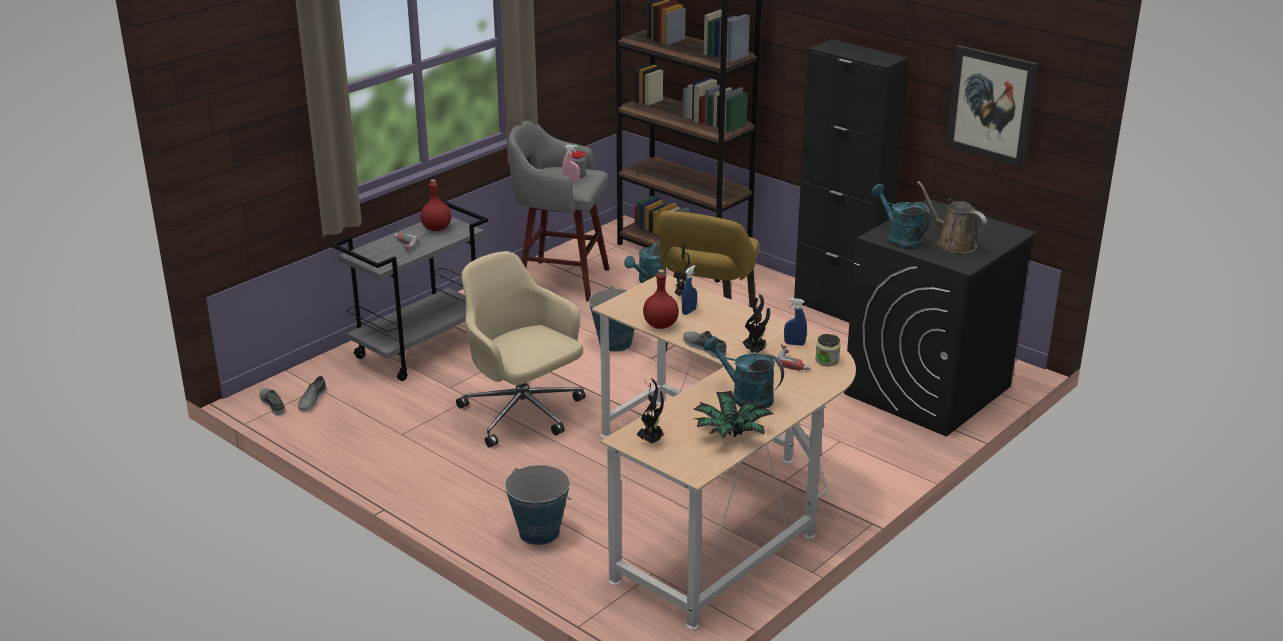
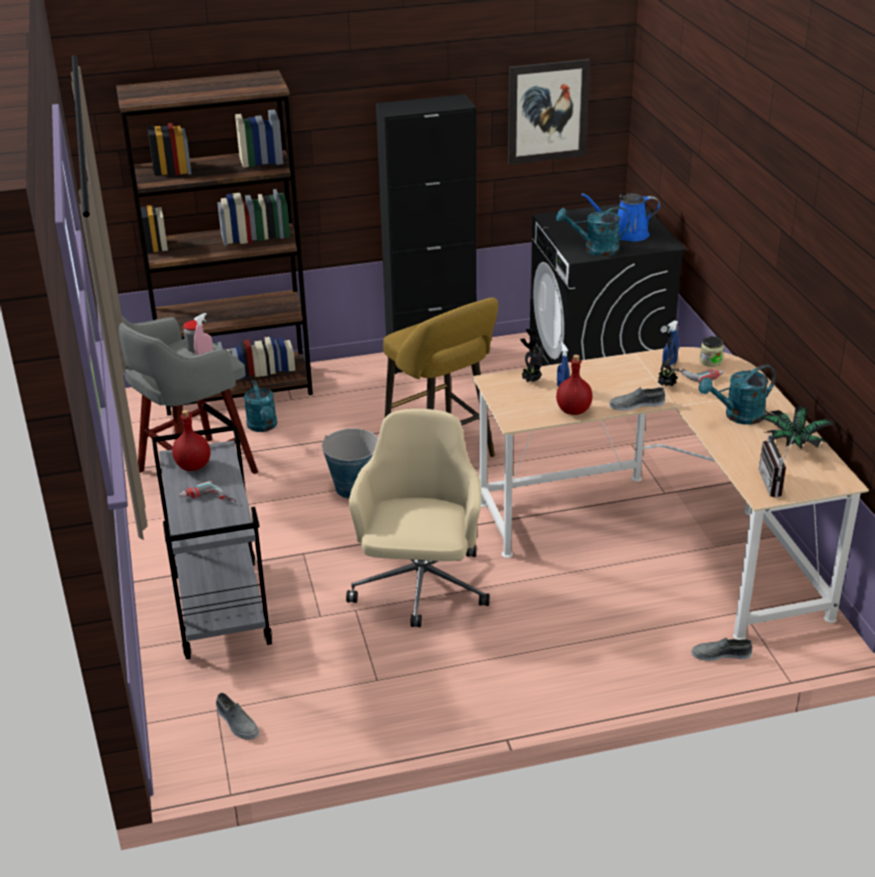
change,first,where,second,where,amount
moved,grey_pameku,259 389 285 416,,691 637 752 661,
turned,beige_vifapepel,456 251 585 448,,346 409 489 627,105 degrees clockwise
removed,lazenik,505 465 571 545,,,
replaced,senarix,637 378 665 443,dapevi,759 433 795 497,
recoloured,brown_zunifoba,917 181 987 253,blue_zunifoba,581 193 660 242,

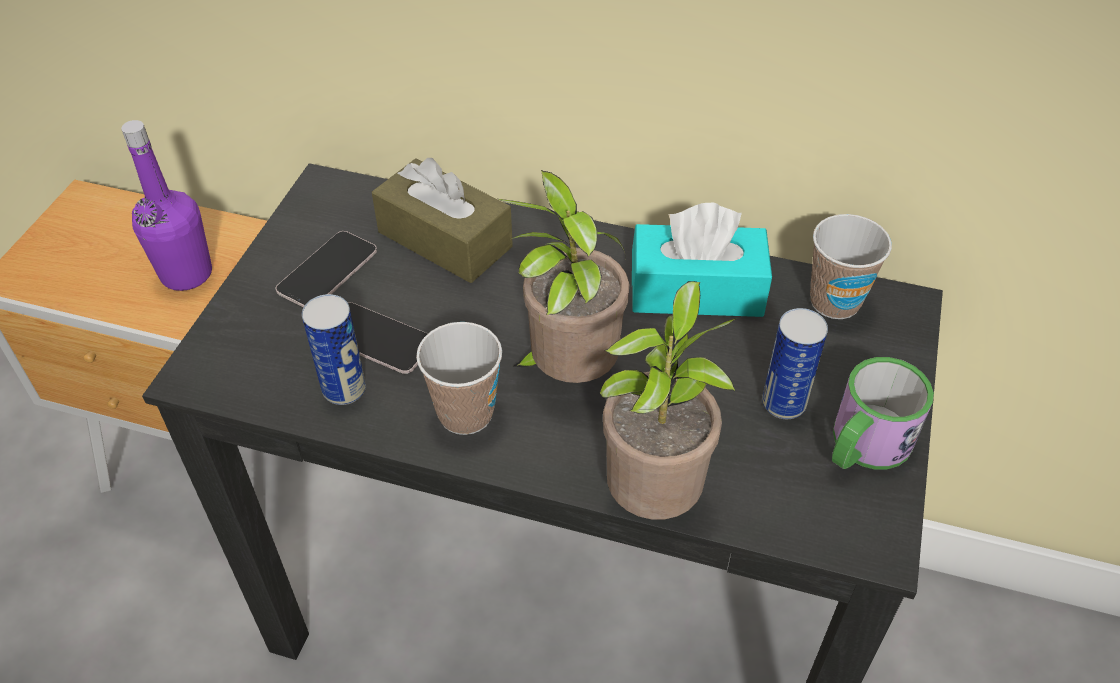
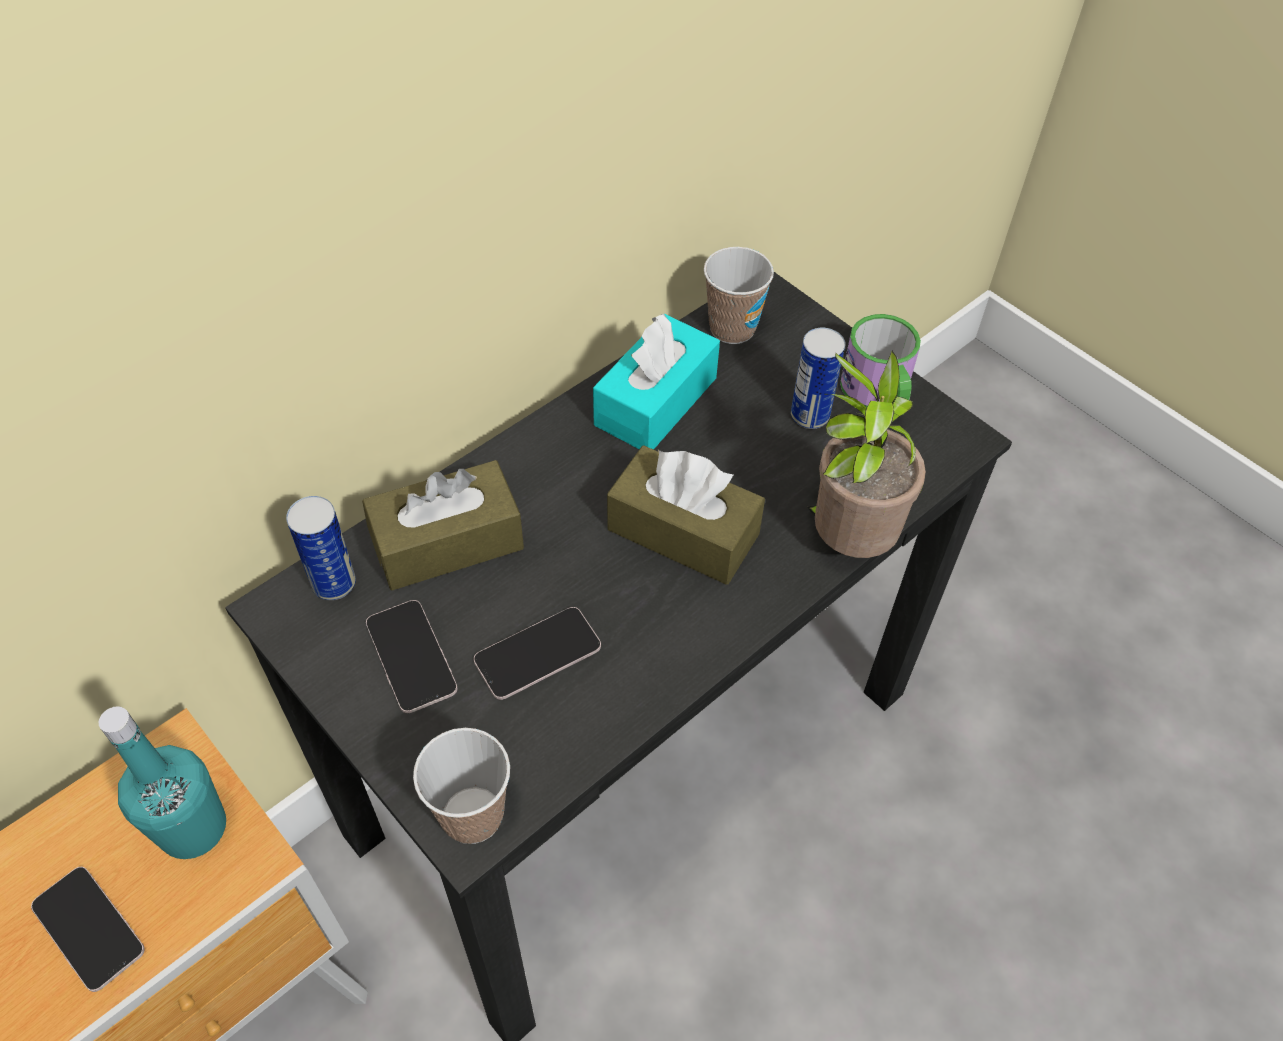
change,first,where,second,where,amount
recoloured,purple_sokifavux,121 120 212 291,turquoise_sokifavux,99 706 226 859,
moved,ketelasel,302 294 366 405,,286 496 356 600,
moved,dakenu,416 322 502 435,,413 728 510 844,
replaced,senarix,496 170 629 383,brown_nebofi,607 446 765 585,
added,,,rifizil,31 867 145 992,

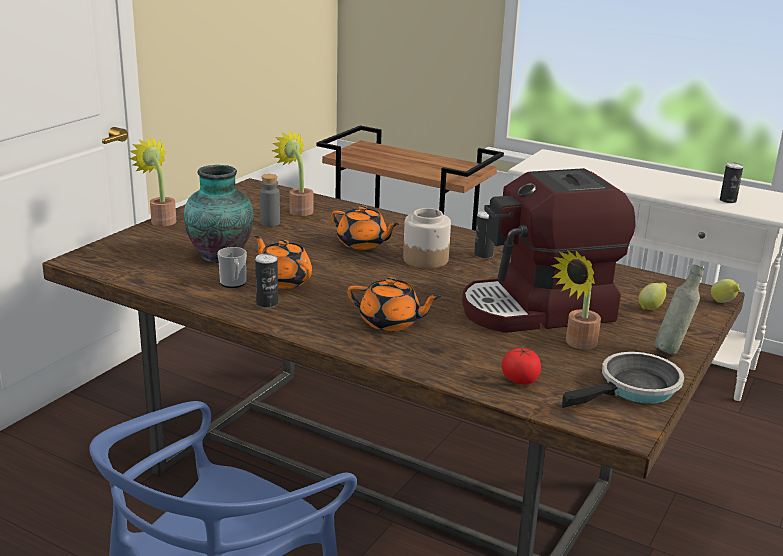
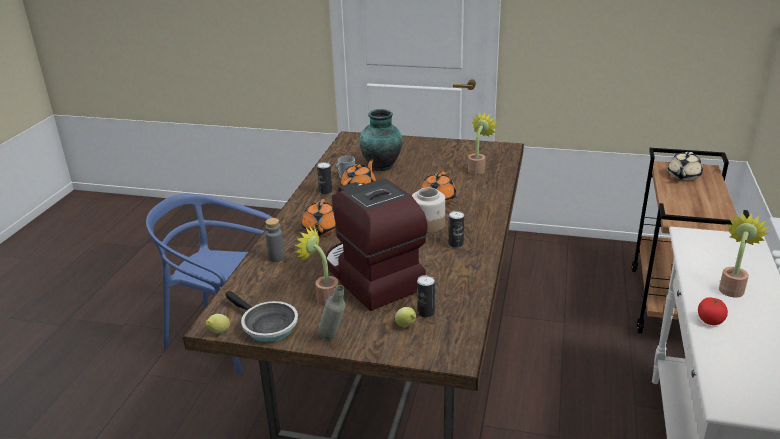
change,first,where,second,where,amount
moved,senarix,128 137 176 226,,719 212 769 298,
moved,grey_sokifavux,260 174 280 227,,265 218 285 262,
moved,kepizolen,502 347 541 384,,698 297 728 325,
moved,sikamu,711 279 740 303,,206 314 230 333,
moved,ketelasel,720 163 743 203,,417 275 435 318,
added,,,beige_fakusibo,668 152 703 181,

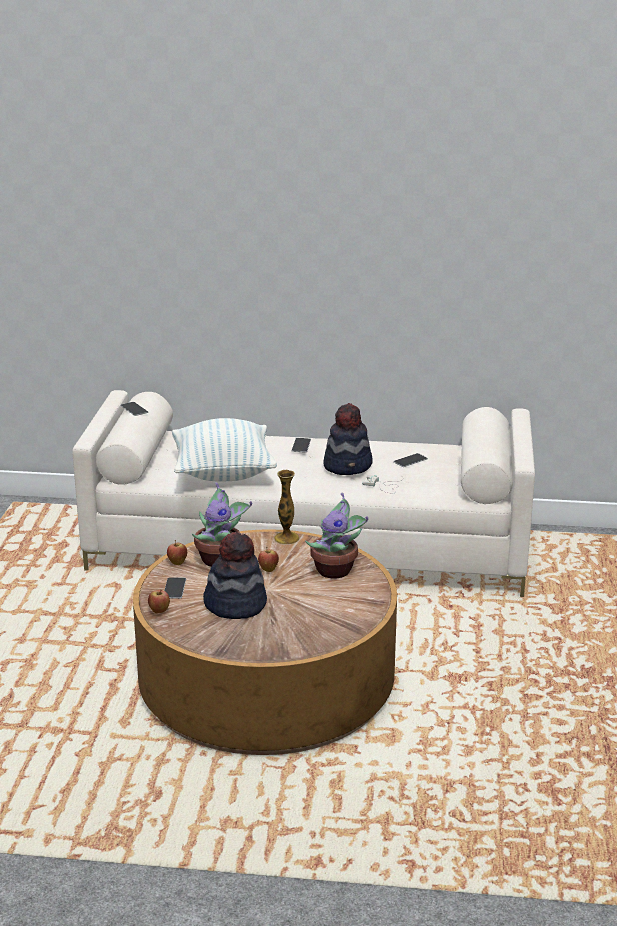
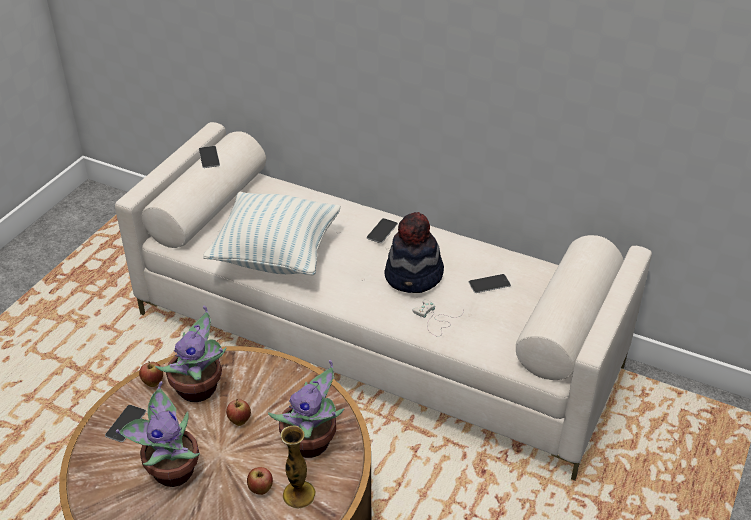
change,first,where,second,where,amount
moved,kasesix,148 589 170 614,,247 467 273 495,
replaced,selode,203 532 267 619,senarix,116 381 200 487,
moved,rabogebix,274 470 299 545,,280 426 316 509,

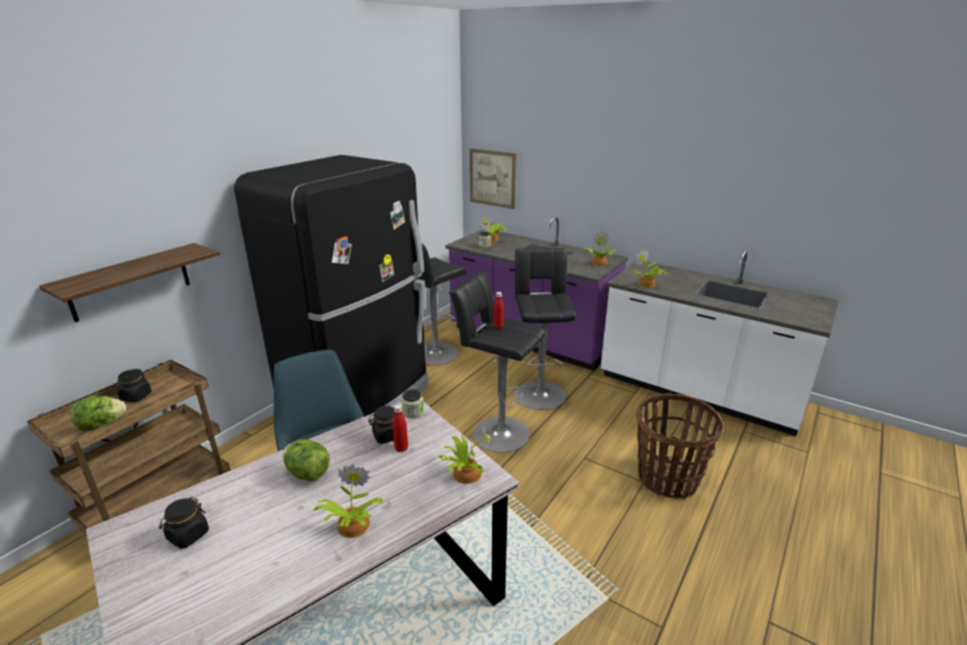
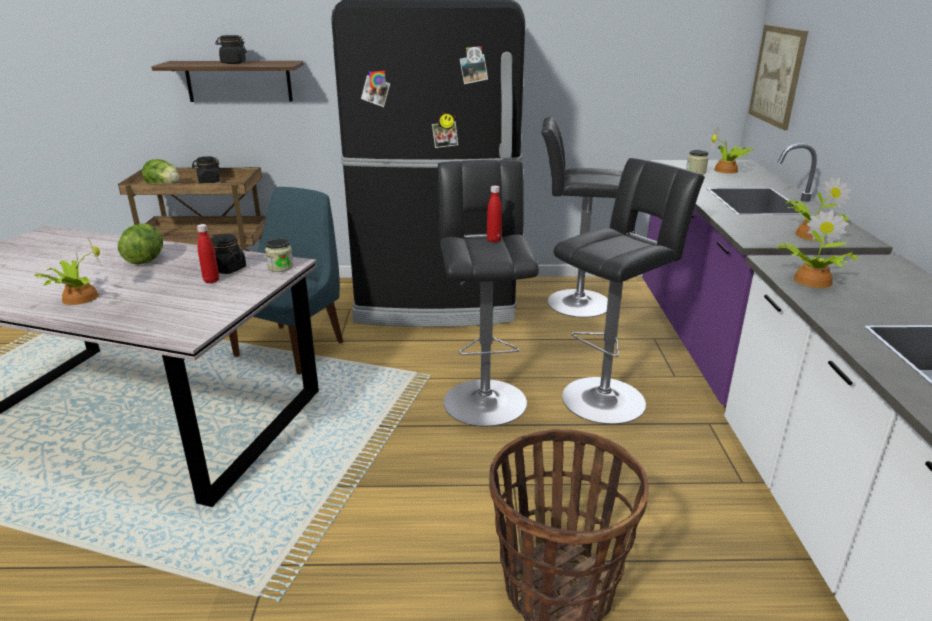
change,first,where,second,where,amount
moved,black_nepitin,159 497 209 549,,215 35 247 64,
removed,senarix,439 425 491 484,,,

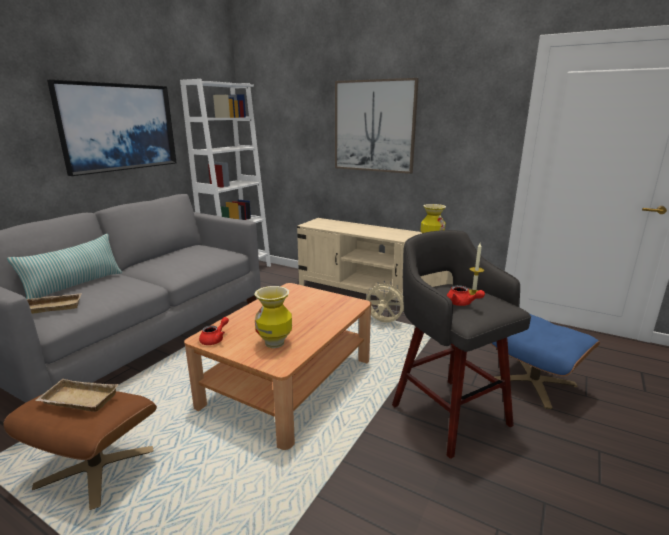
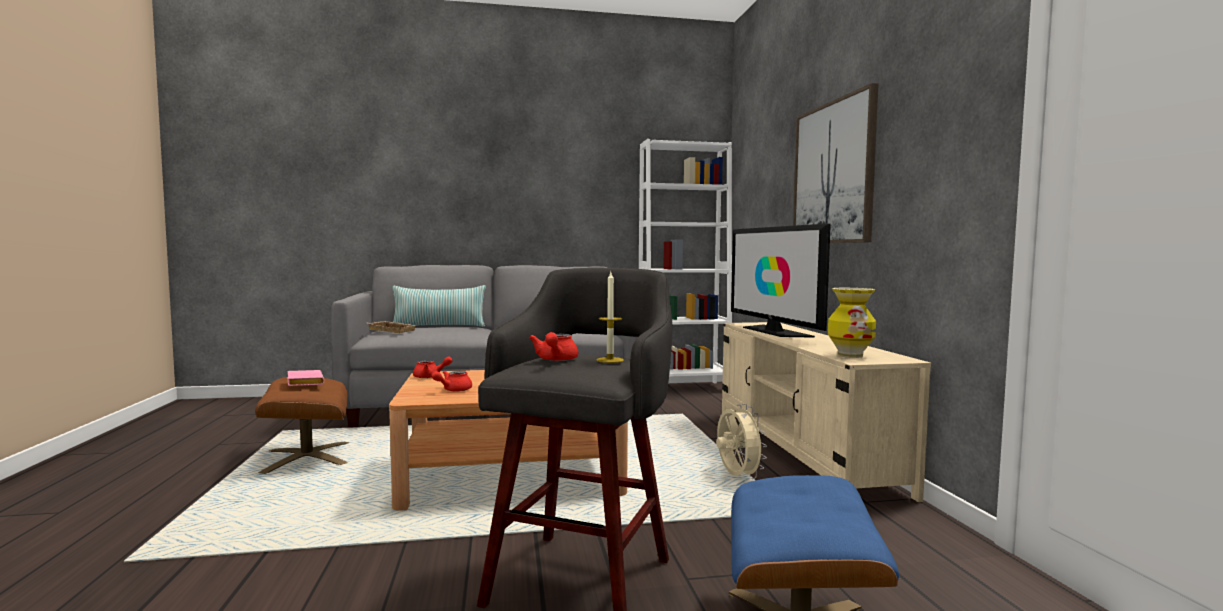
change,first,where,second,where,amount
replaced,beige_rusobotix,35 379 119 412,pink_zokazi,287 370 324 386,
removed,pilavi,47 79 177 176,,,
replaced,rabogebix,254 286 292 348,red_fakusibo,432 371 472 392,
added,,,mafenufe,731 223 831 338,

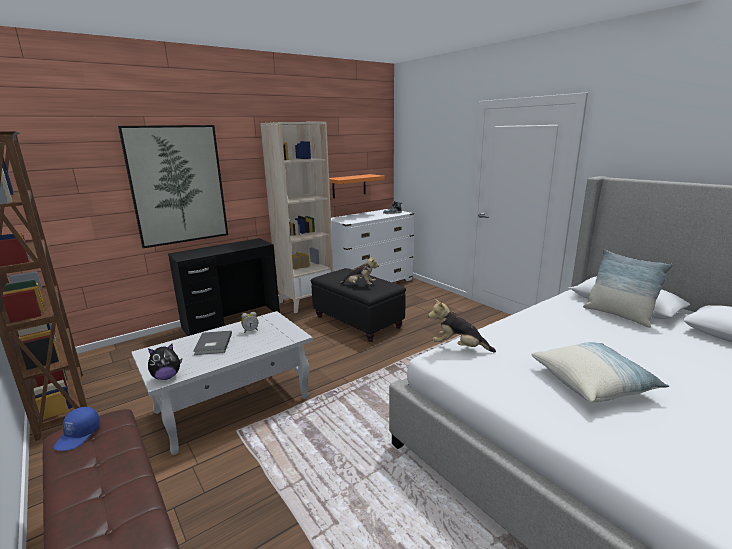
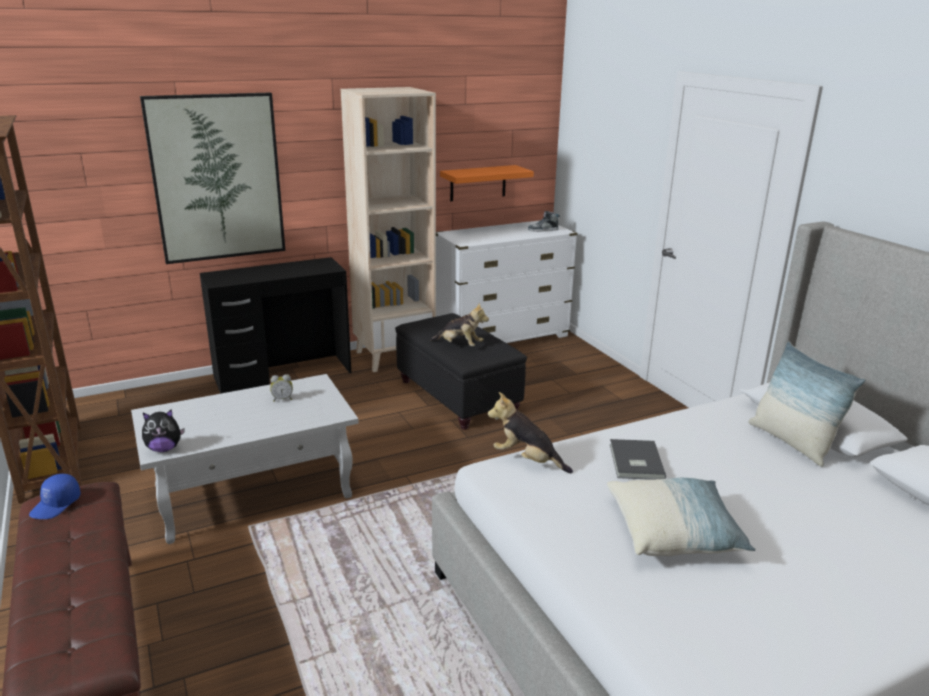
change,first,where,second,where,amount
moved,grey_zokazi,193 331 232 355,,610 439 666 480,

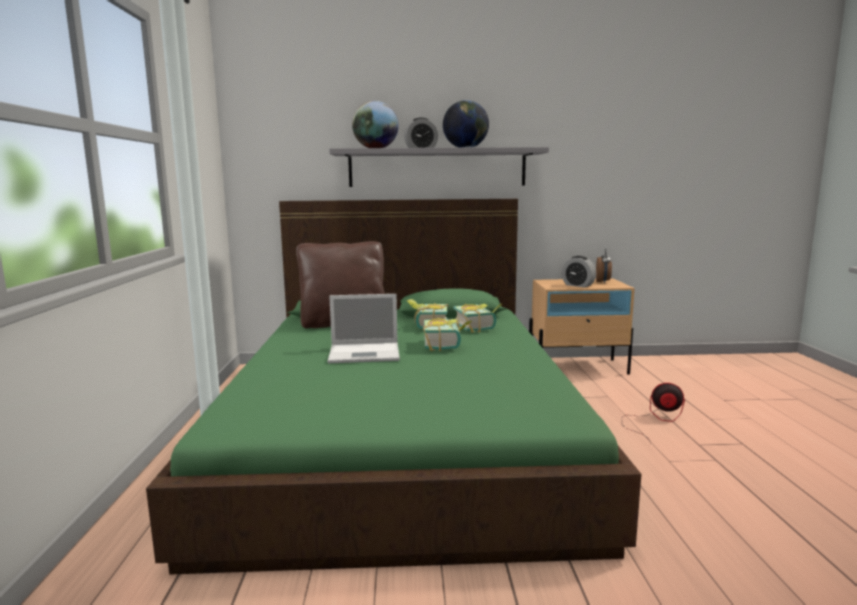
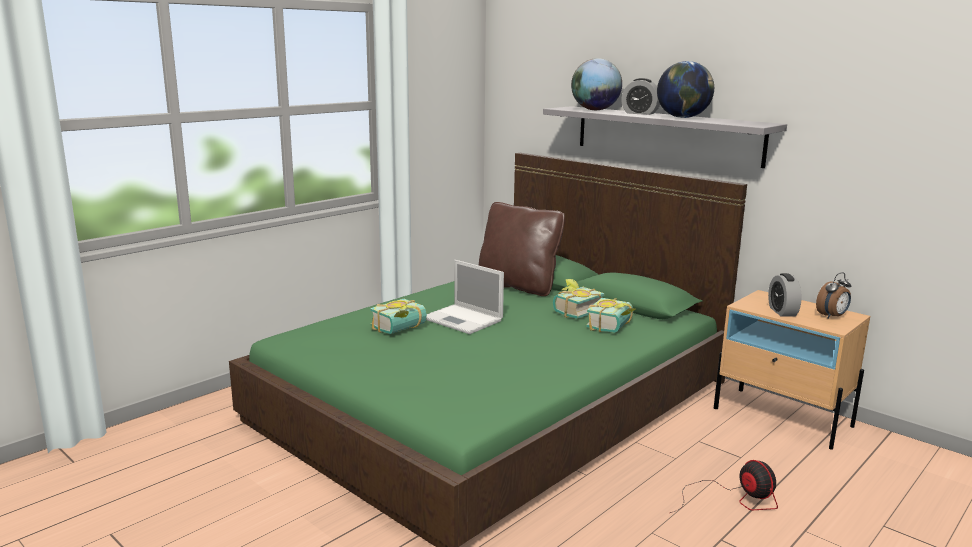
change,first,where,second,where,amount
moved,zokazi,423 318 472 351,,370 299 427 334,

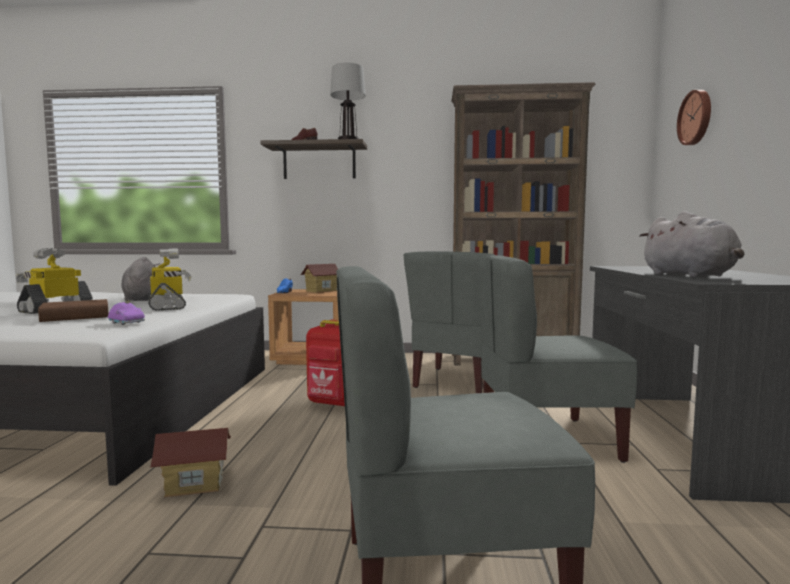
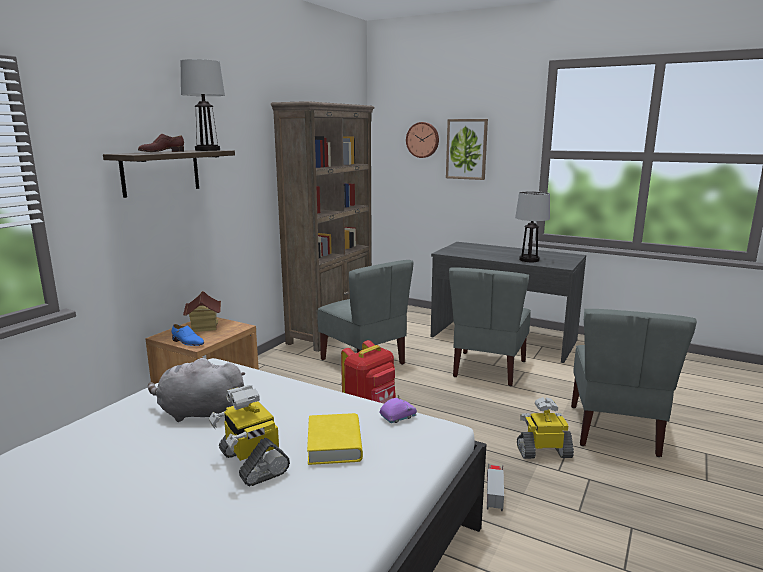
change,first,where,second,where,amount
recoloured,brown_zokazi,38 299 108 322,yellow_zokazi,307 413 363 465,
moved,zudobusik,148 249 191 311,,517 397 574 459,
replaced,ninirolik,150 428 231 497,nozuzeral,487 464 504 511,
replaced,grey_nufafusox,640 211 744 277,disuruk,515 191 550 262,
added,,,pilavi,446 119 488 180,

